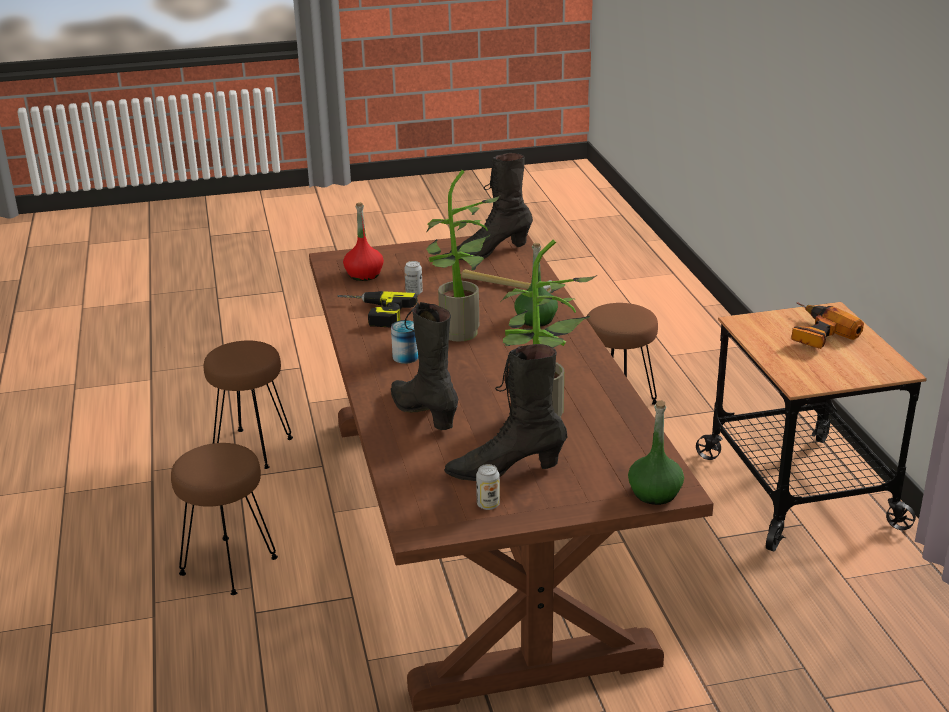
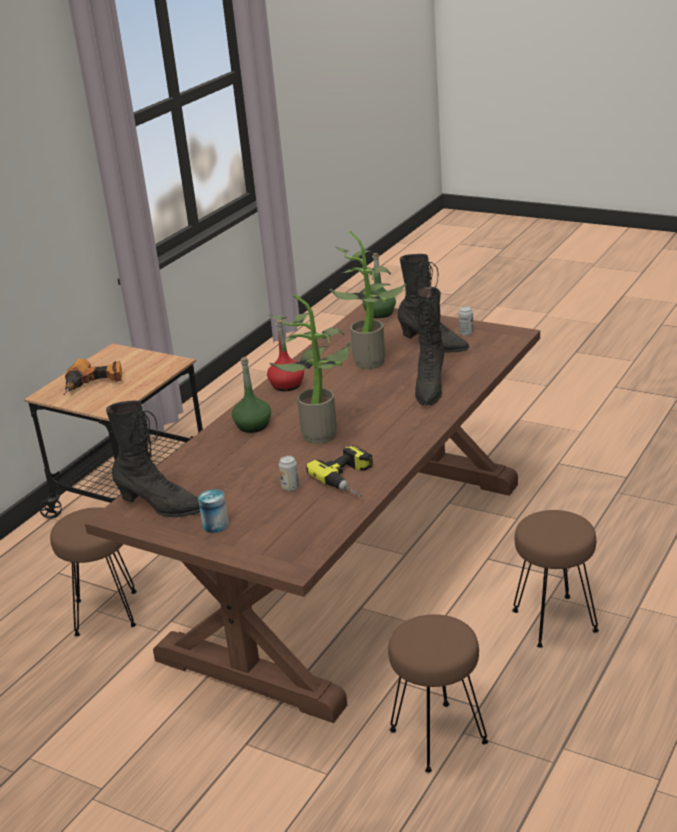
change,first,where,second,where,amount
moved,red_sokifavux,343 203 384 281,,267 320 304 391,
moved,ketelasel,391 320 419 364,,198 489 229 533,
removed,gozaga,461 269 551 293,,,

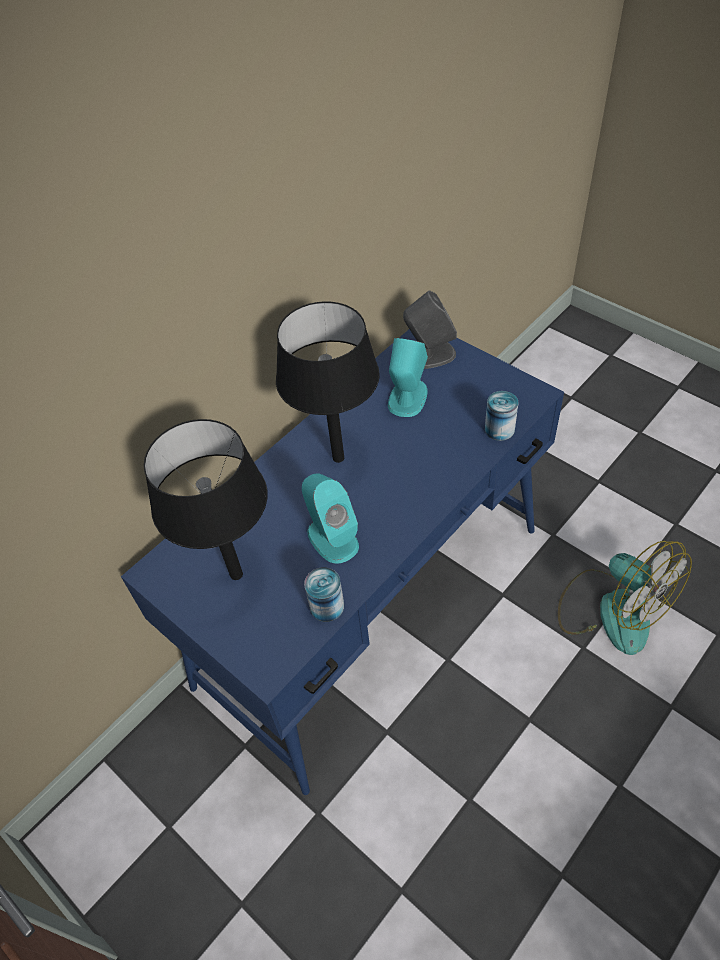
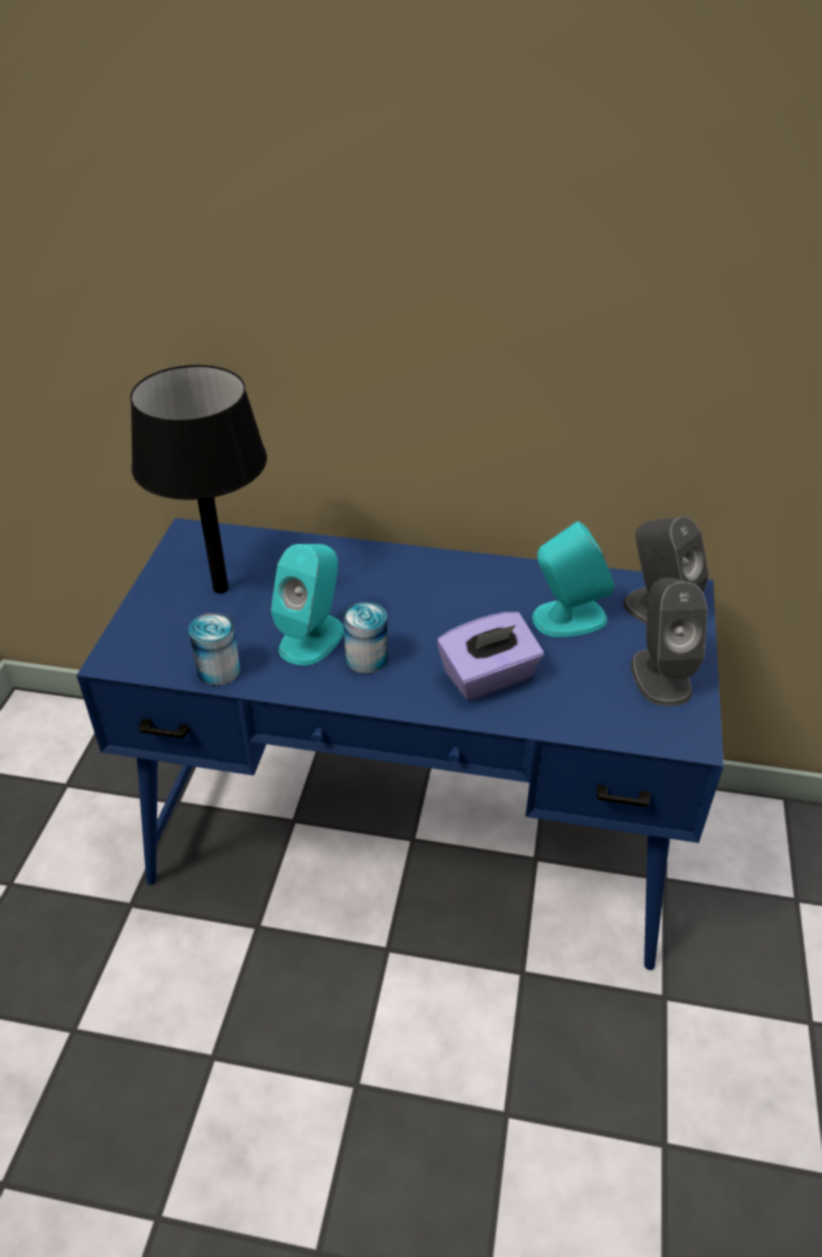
change,first,where,second,where,amount
removed,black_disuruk,276 301 380 463,,,
moved,ketelasel,485 391 519 441,,343 602 388 674,
removed,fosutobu,558 541 692 655,,,
added,,,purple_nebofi,437 612 544 700,
added,,,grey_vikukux,631 578 708 706,

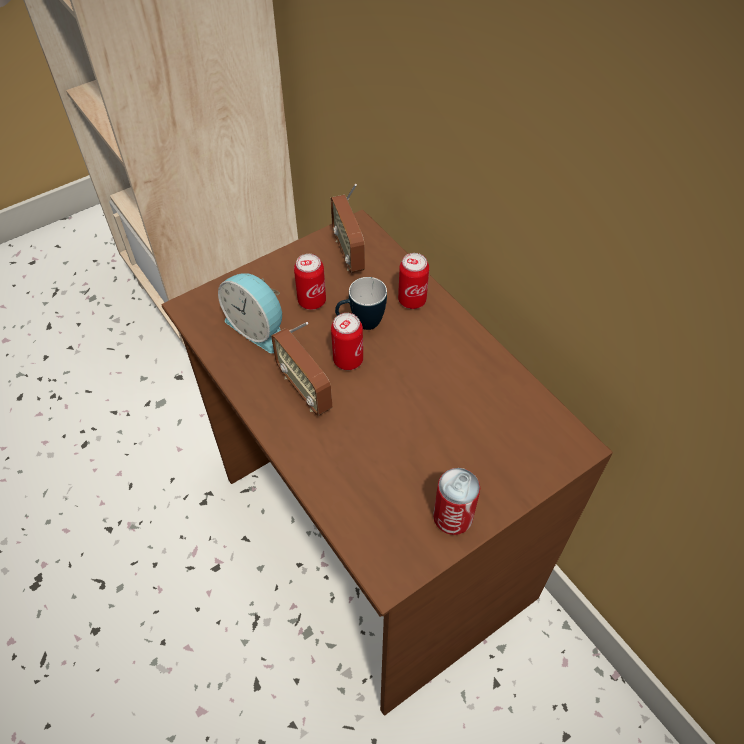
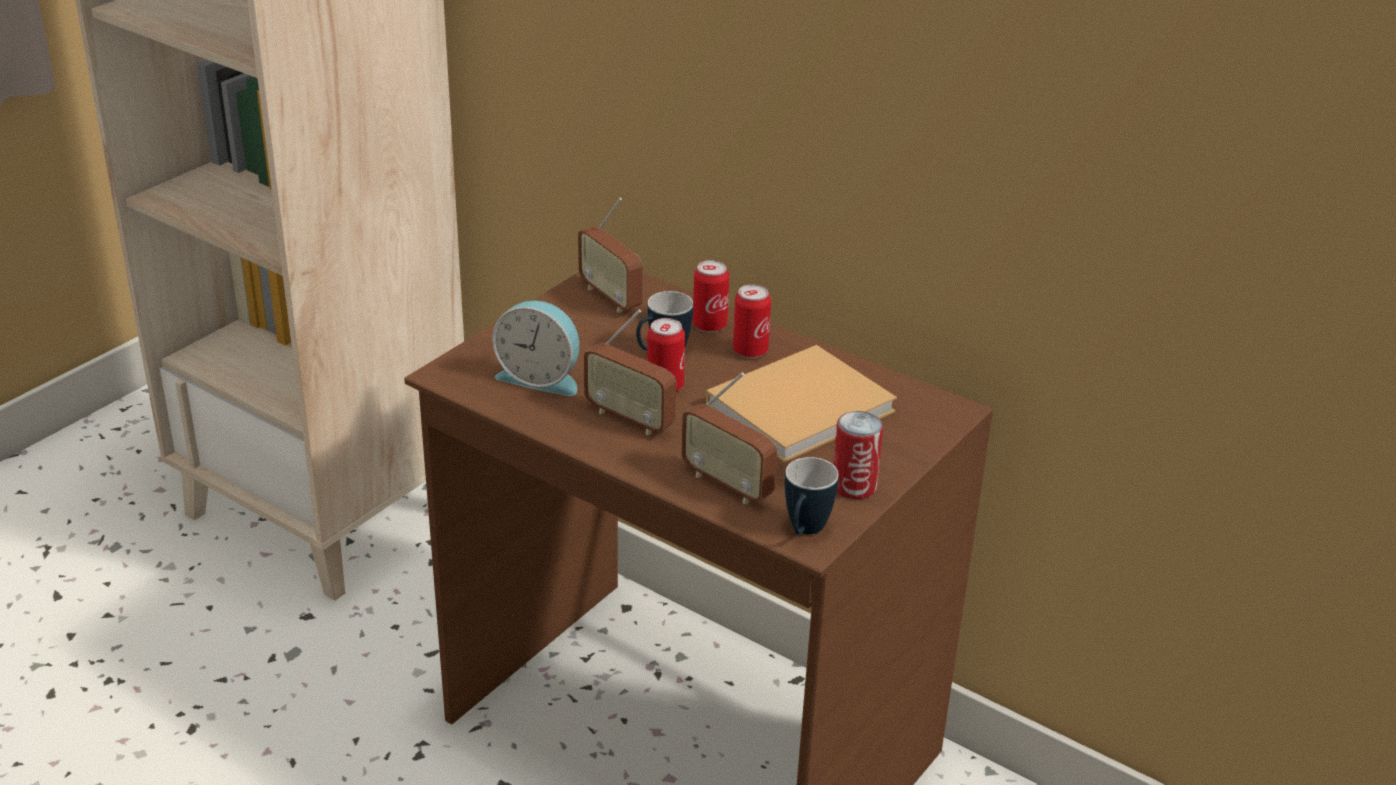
change,first,where,second,where,amount
moved,ketelasel,294 254 326 310,,733 284 771 358,
added,,,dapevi,681 372 777 504,
added,,,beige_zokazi,706 345 897 463,
added,,,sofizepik,785 457 839 535,

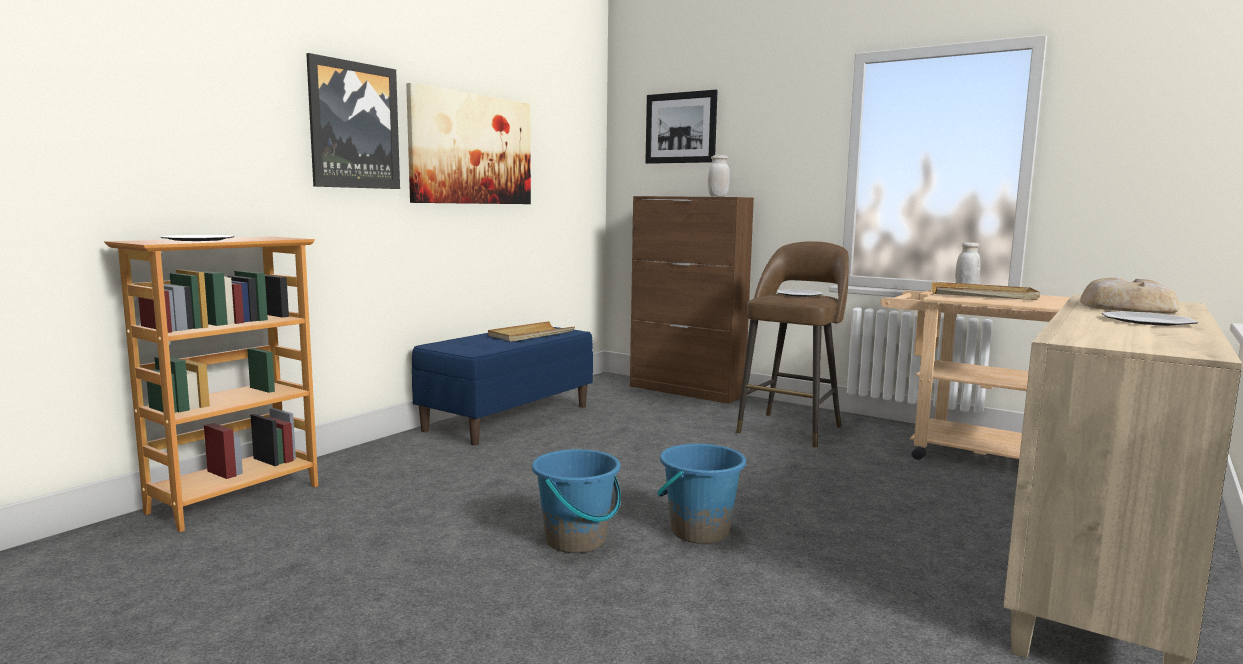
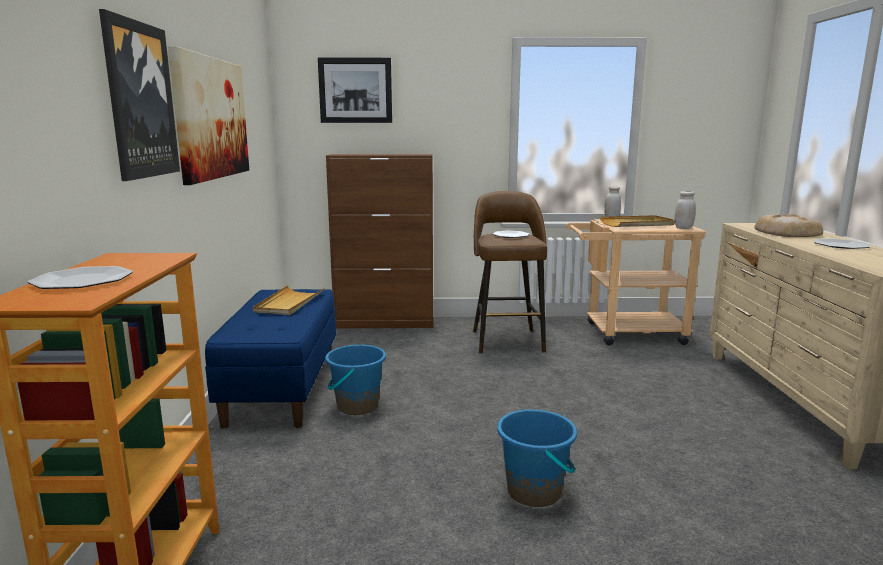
change,first,where,second,where,amount
moved,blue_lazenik,657 444 746 544,,325 344 386 415,
moved,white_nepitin,708 155 730 197,,675 191 696 229,

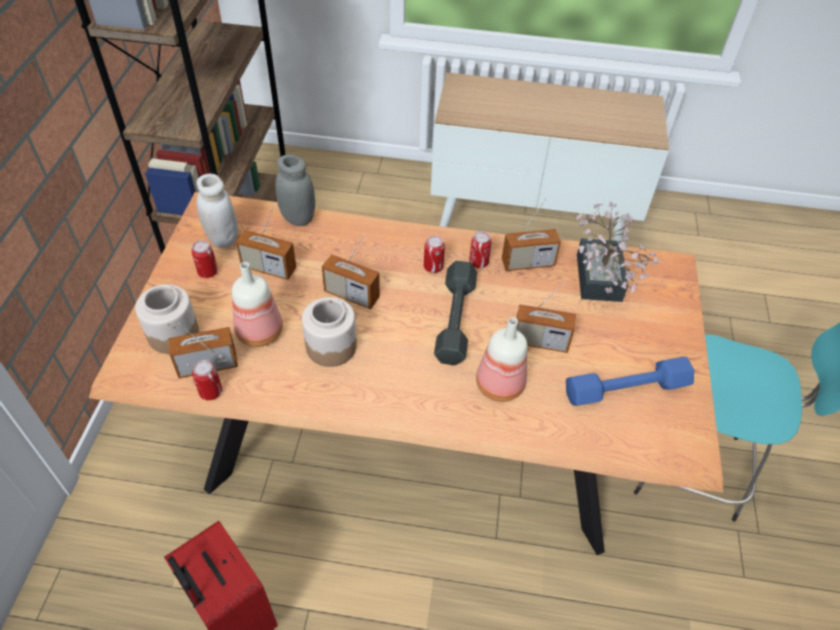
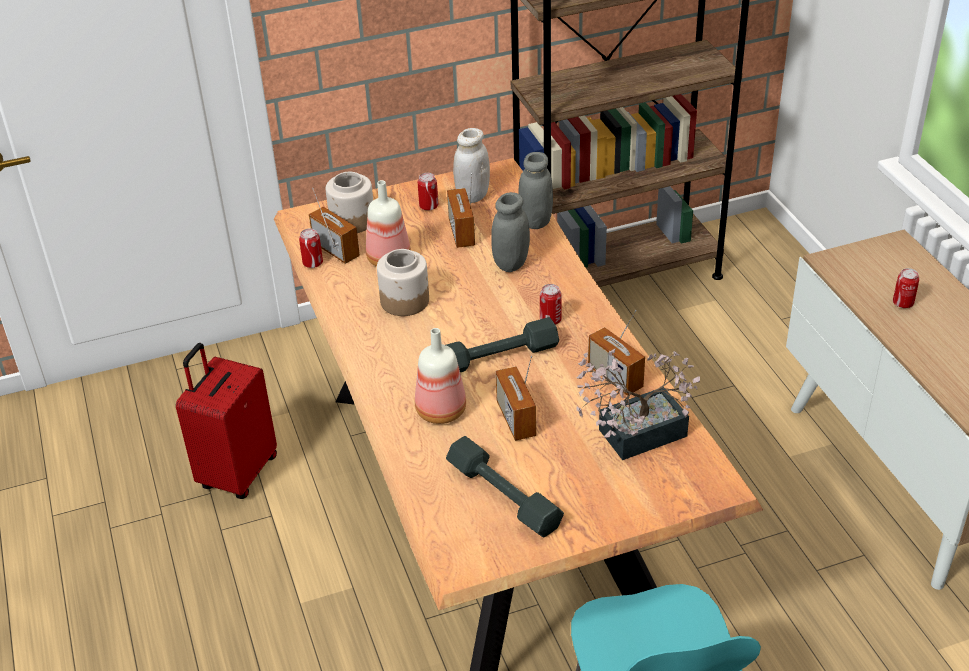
change,first,where,second,where,amount
removed,dapevi,322 234 380 309,,,
moved,ketelasel,469 231 492 268,,893 268 919 308,
recoloured,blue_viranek,566 357 694 406,grey_viranek,446 436 564 537,
added,,,grey_nepitin,491 192 530 272,

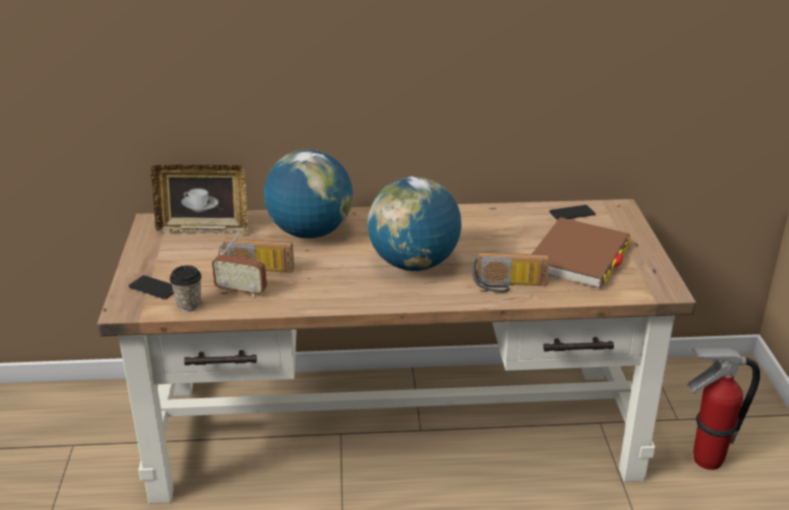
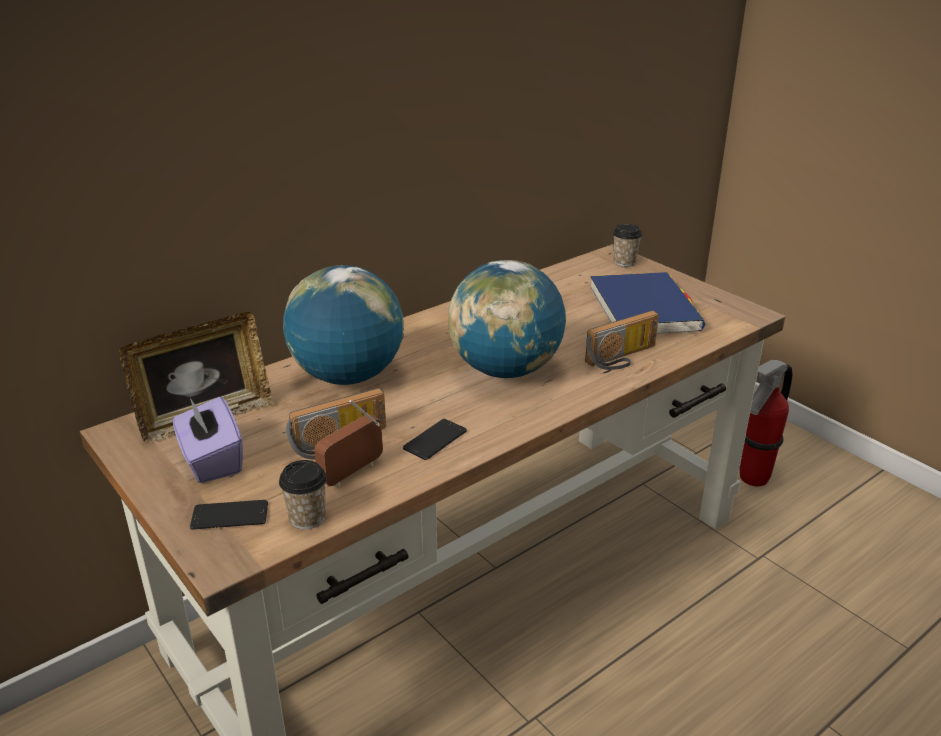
change,first,where,second,where,amount
turned,dapevi,212 232 267 297,,314 400 383 487,150 degrees clockwise
recoloured,brown_zokazi,532 217 631 288,blue_zokazi,590 272 705 334,
moved,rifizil,549 205 596 220,,403 419 467 460,
added,,,purple_nebofi,173 397 243 483,
added,,,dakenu,613 224 642 267,

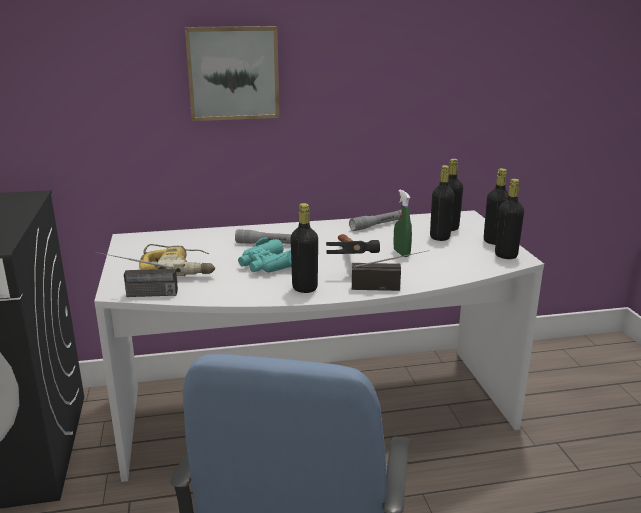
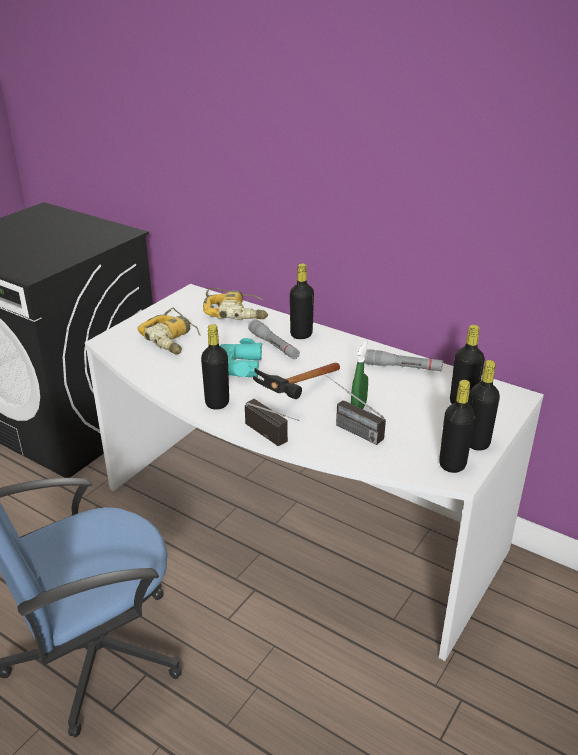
change,first,where,second,where,amount
moved,dapevi,96 252 178 297,,322 373 386 445,
removed,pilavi,185 26 279 121,,,
moved,black_sokifavux,430 165 454 241,,290 264 314 339,
added,,,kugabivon,203 288 268 320,

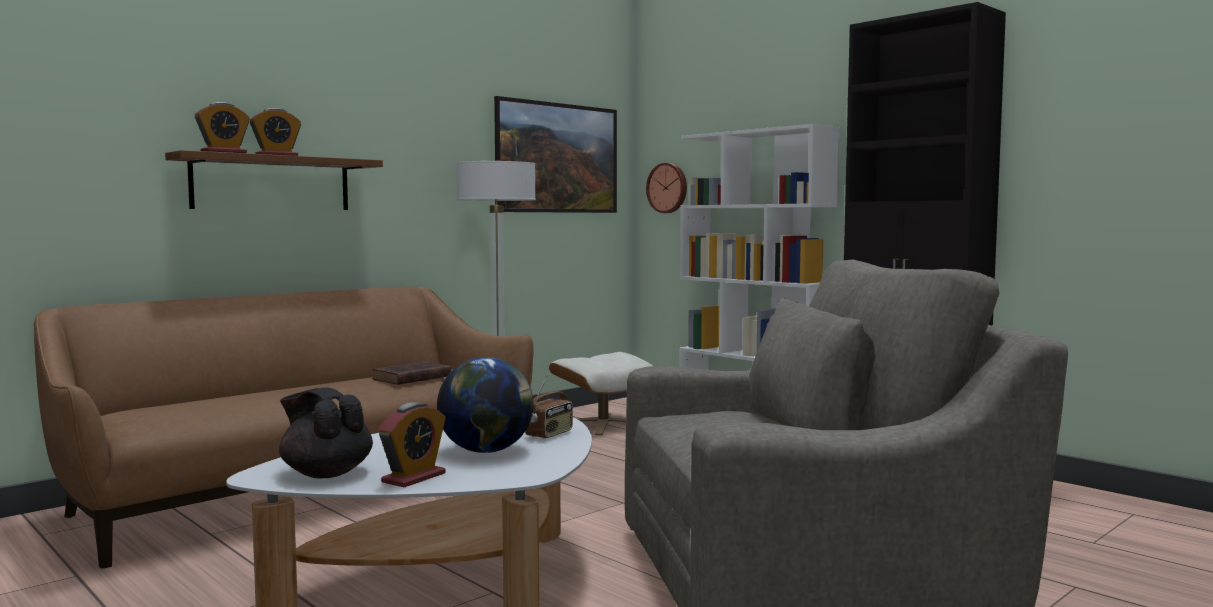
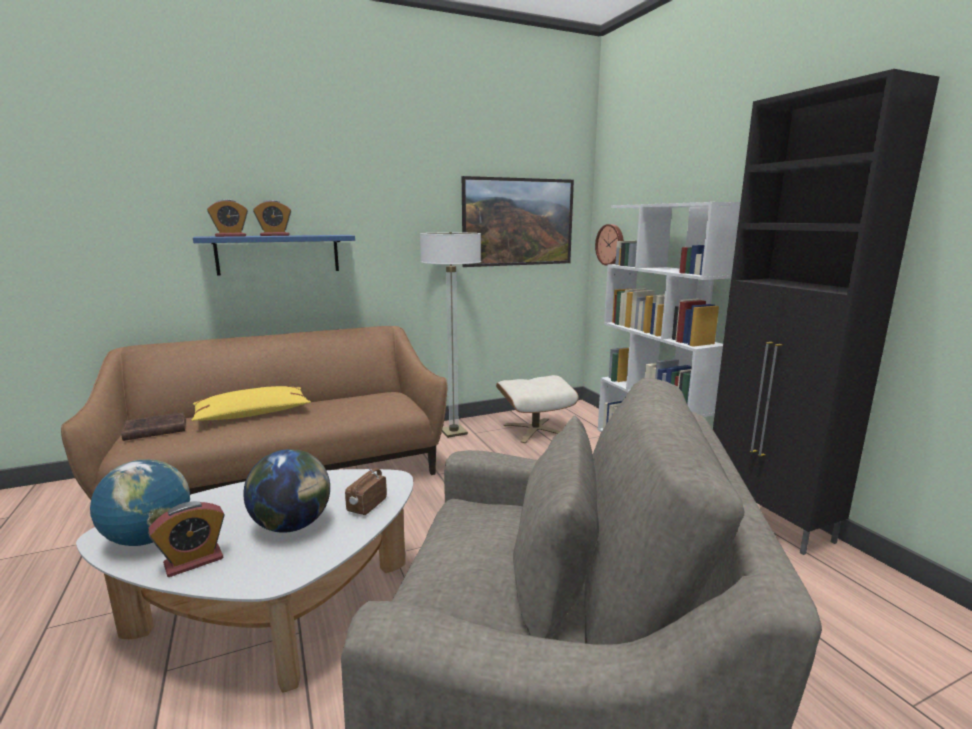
change,first,where,second,where,amount
recoloured,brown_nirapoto,165 150 383 210,blue_nirapoto,193 235 355 275,
replaced,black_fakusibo,279 387 373 478,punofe,90 459 190 546,
moved,brown_zokazi,372 361 451 385,,121 412 186 441,
turned,dapevi,525 375 573 439,,345 465 387 515,150 degrees clockwise
added,,,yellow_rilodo,191 386 311 421,

